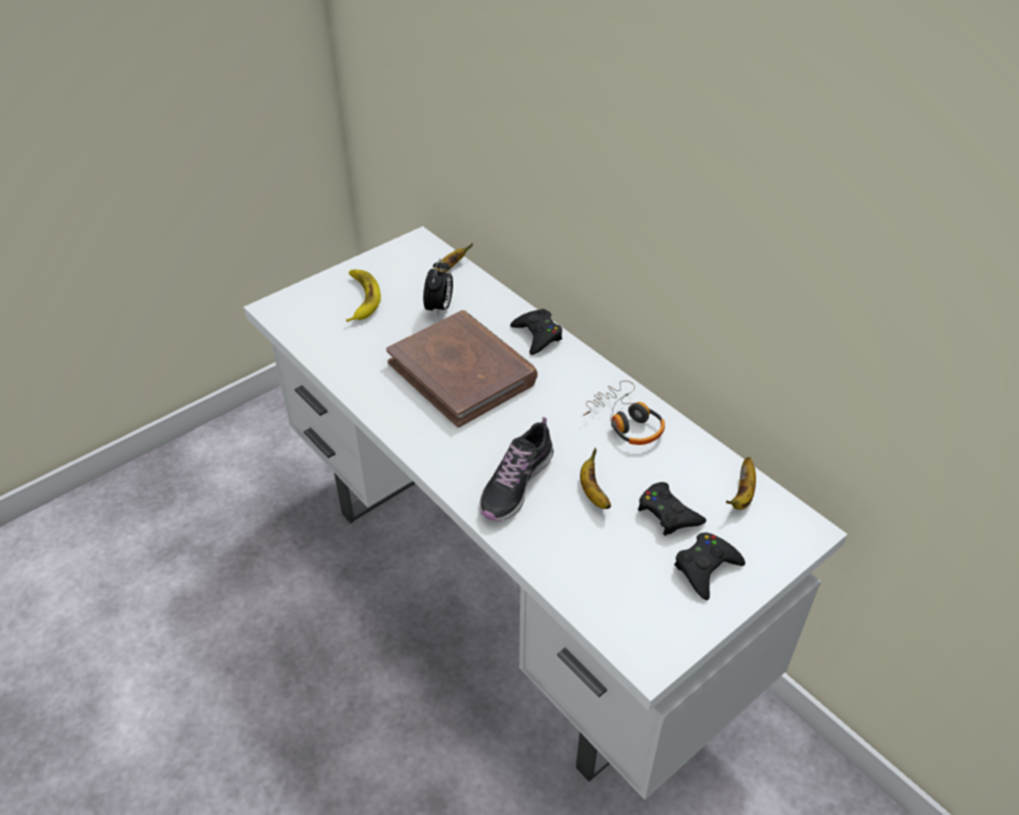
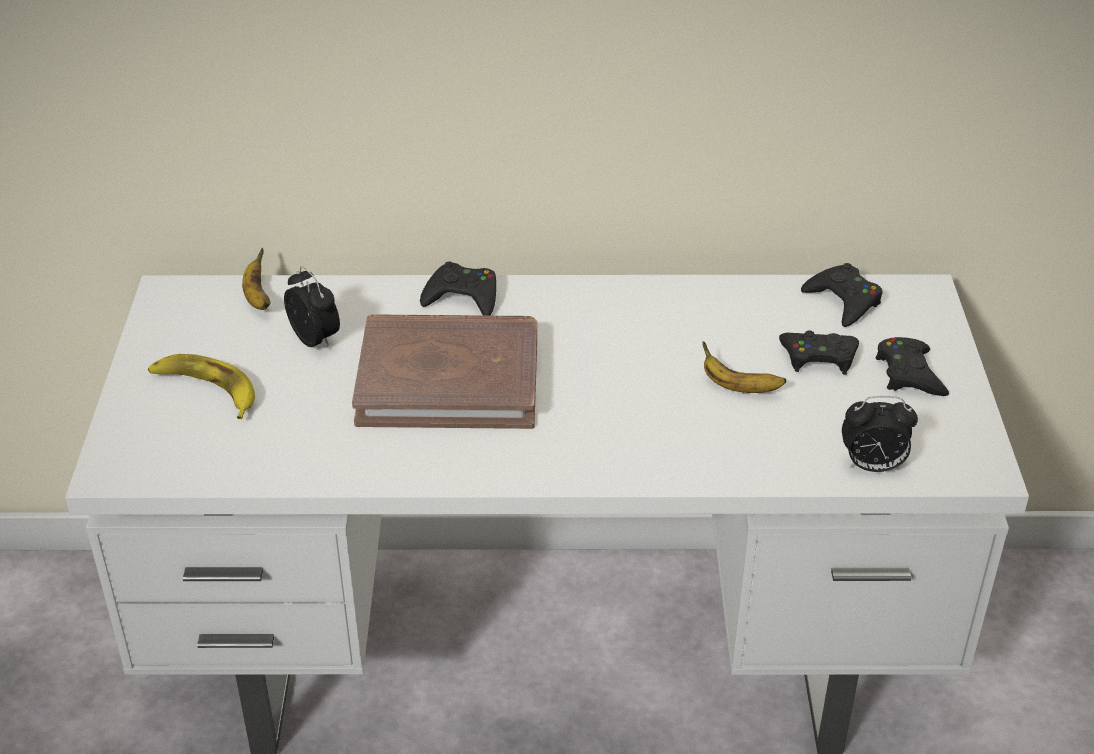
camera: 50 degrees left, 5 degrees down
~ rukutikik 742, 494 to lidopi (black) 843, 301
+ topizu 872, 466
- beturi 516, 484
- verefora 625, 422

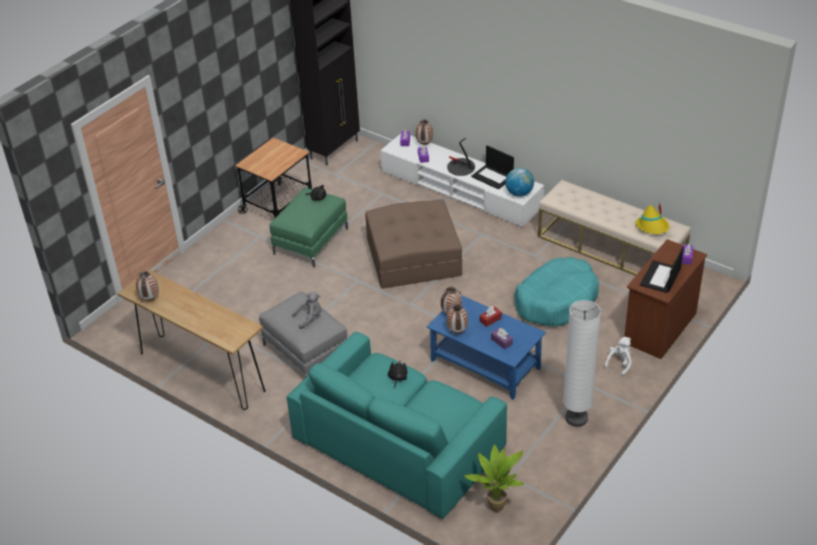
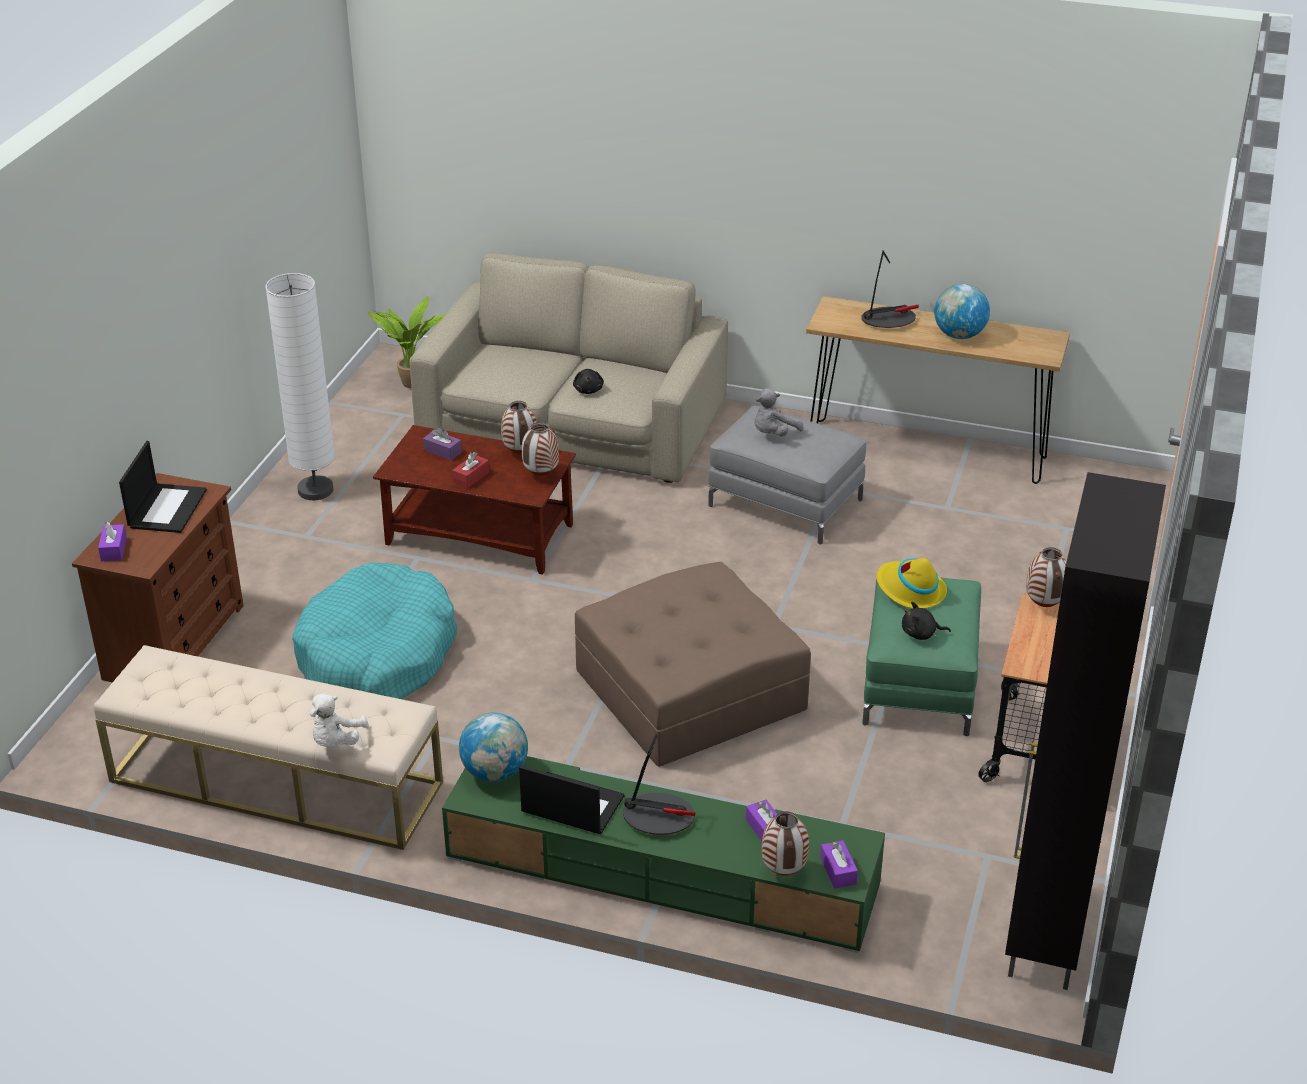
camera: 160 degrees right, 5 degrees down
~ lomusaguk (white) 619, 364 to 336, 741
~ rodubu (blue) 484, 364 to rodubu (brown) 481, 534
~ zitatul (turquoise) 399, 442 to zitatul (beige) 572, 423
~ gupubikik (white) 461, 190 to gupubikik (green) 660, 871
+ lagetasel 888, 320
~ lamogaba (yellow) 652, 227 to 910, 590
+ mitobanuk 959, 335
~ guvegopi 149, 299 to 1045, 605

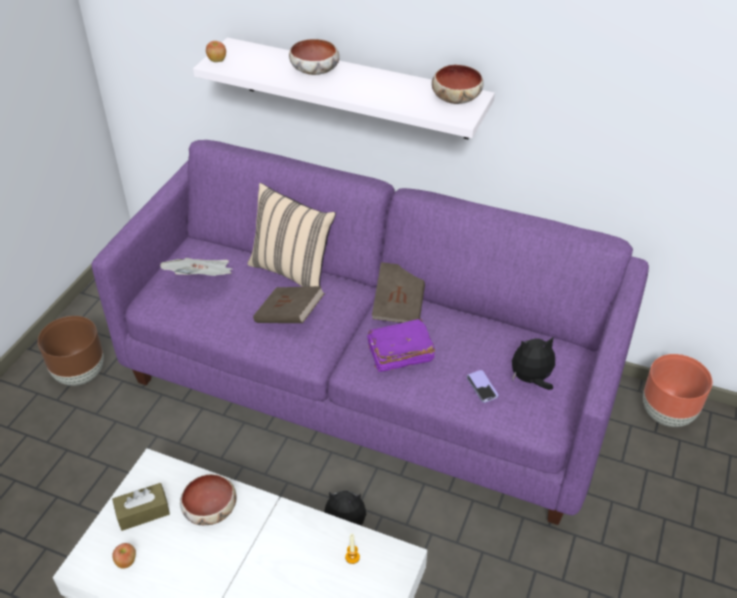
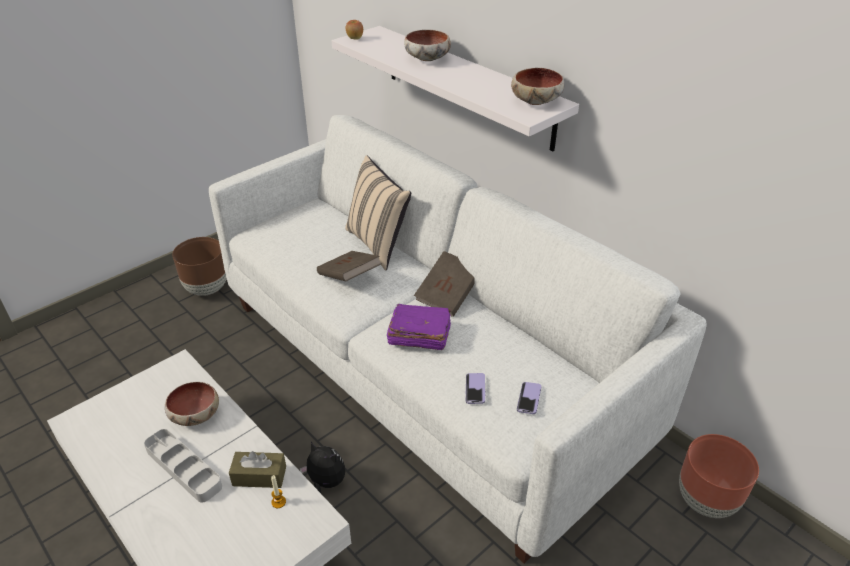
camera: 25 degrees right, 5 degrees down
+ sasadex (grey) 183, 468
~ zitatul (purple) 370, 381 to zitatul (white) 426, 368
~ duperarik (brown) 143, 512 to 259, 476
~ lomusaguk 531, 379 to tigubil 529, 399
- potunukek 126, 562
- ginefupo 202, 280

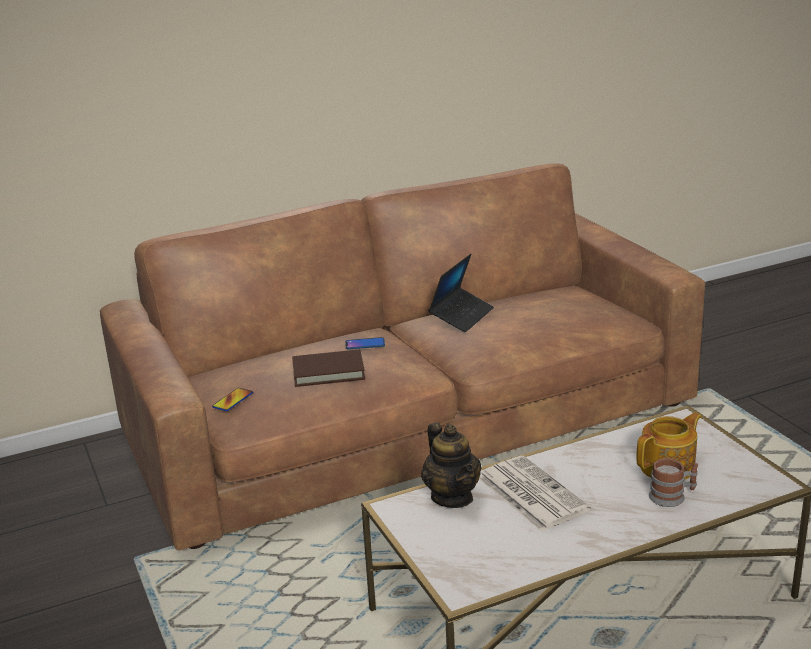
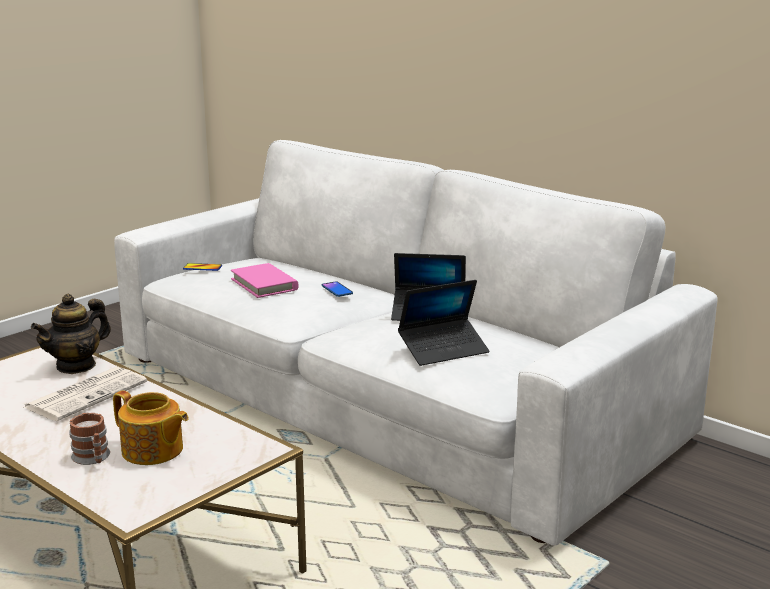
camera: 65 degrees right, 5 degrees down
~ zitatul (brown) 410, 420 to zitatul (white) 385, 398
~ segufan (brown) 328, 372 to segufan (pink) 264, 284
+ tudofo 443, 350

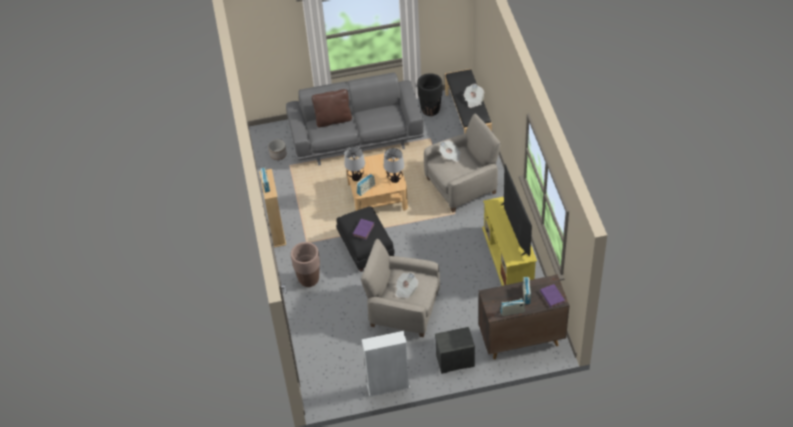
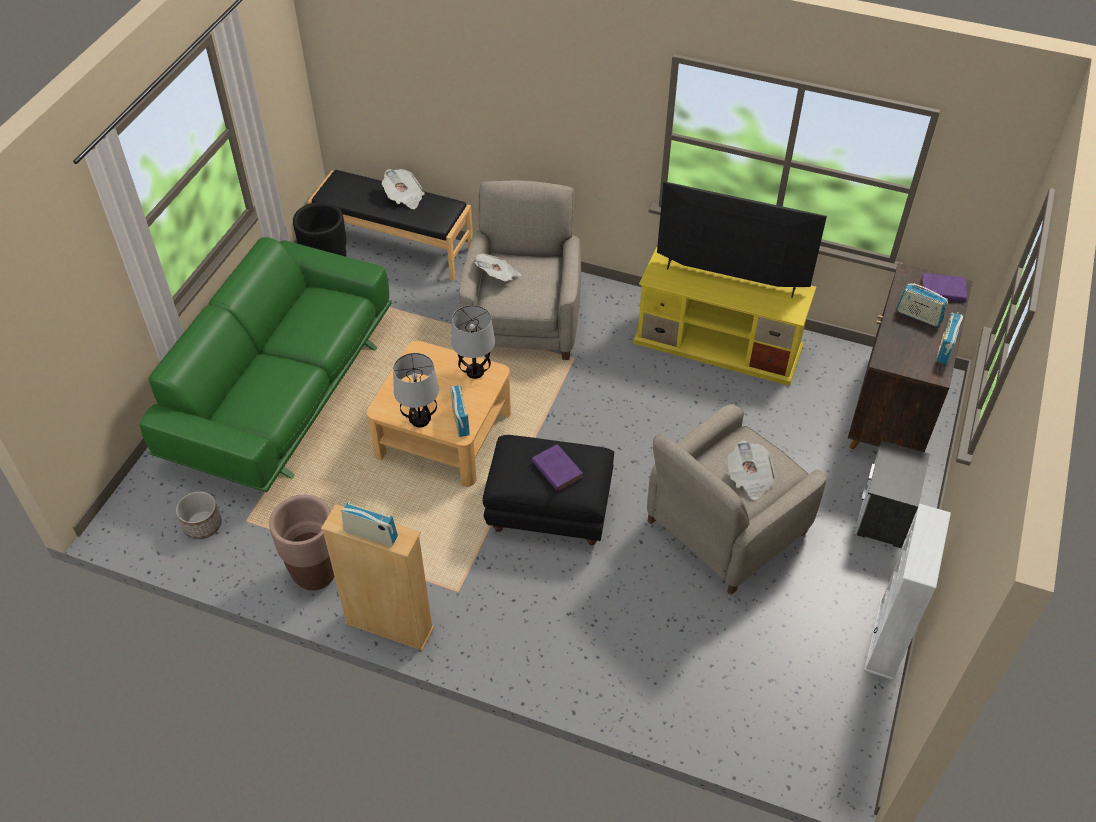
camera: 60 degrees left, 0 degrees up
~ zitatul (grey) 356, 136 to zitatul (green) 283, 393
~ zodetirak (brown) 308, 279 to 315, 573
- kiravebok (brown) 333, 120

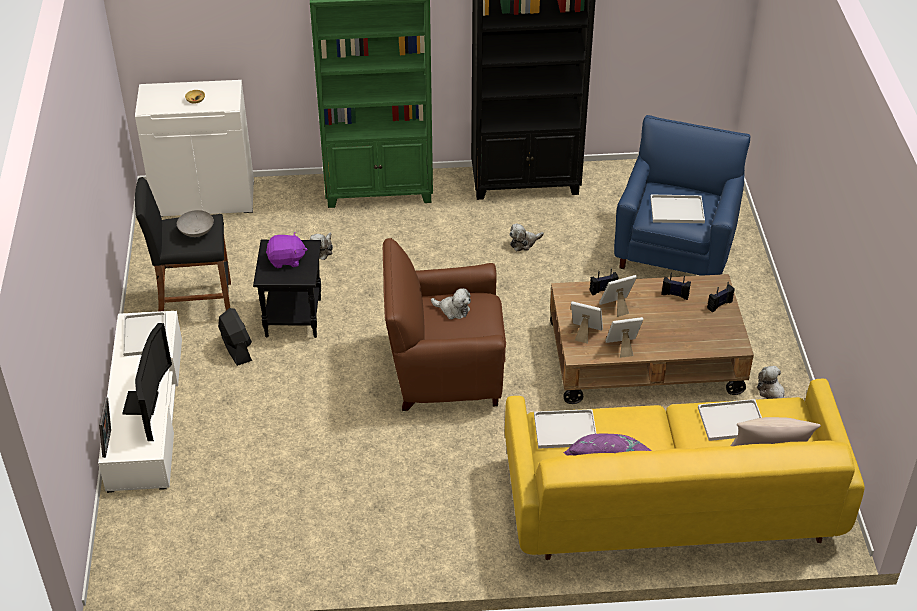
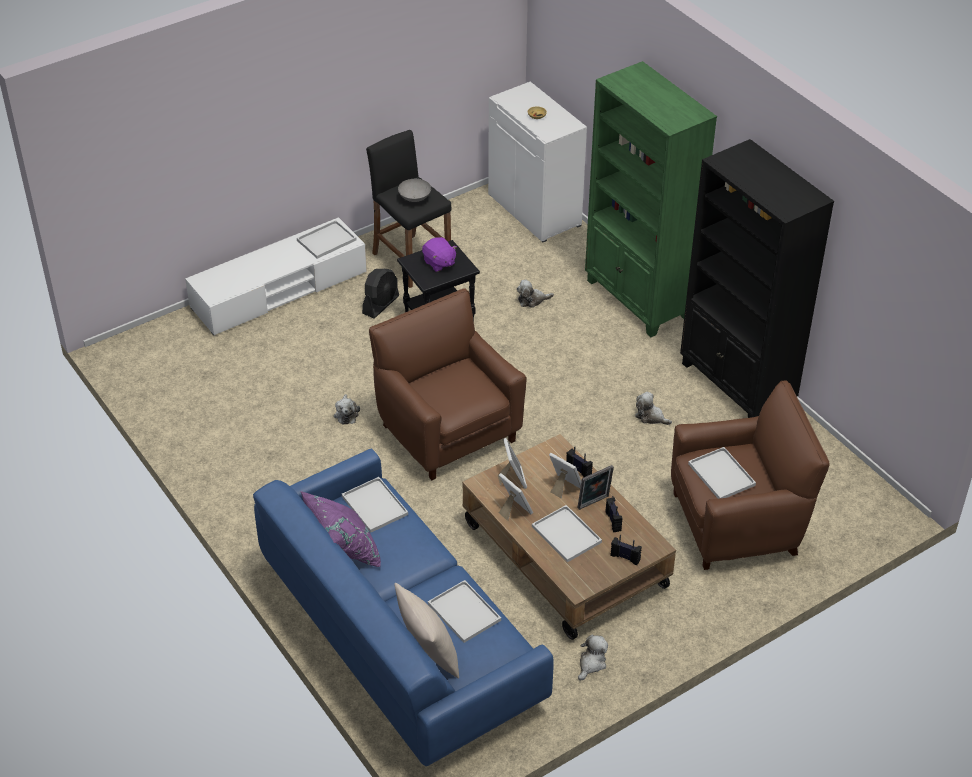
camera: 60 degrees right, 0 degrees up
~ zitatul (yellow) 671, 503 to zitatul (blue) 398, 636
~ lomusaguk 453, 310 to 346, 414
+ sasadex (white) 565, 534
~ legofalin 109, 443 to 594, 503
~ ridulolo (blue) 675, 248 to ridulolo (brown) 737, 523
- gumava 146, 404

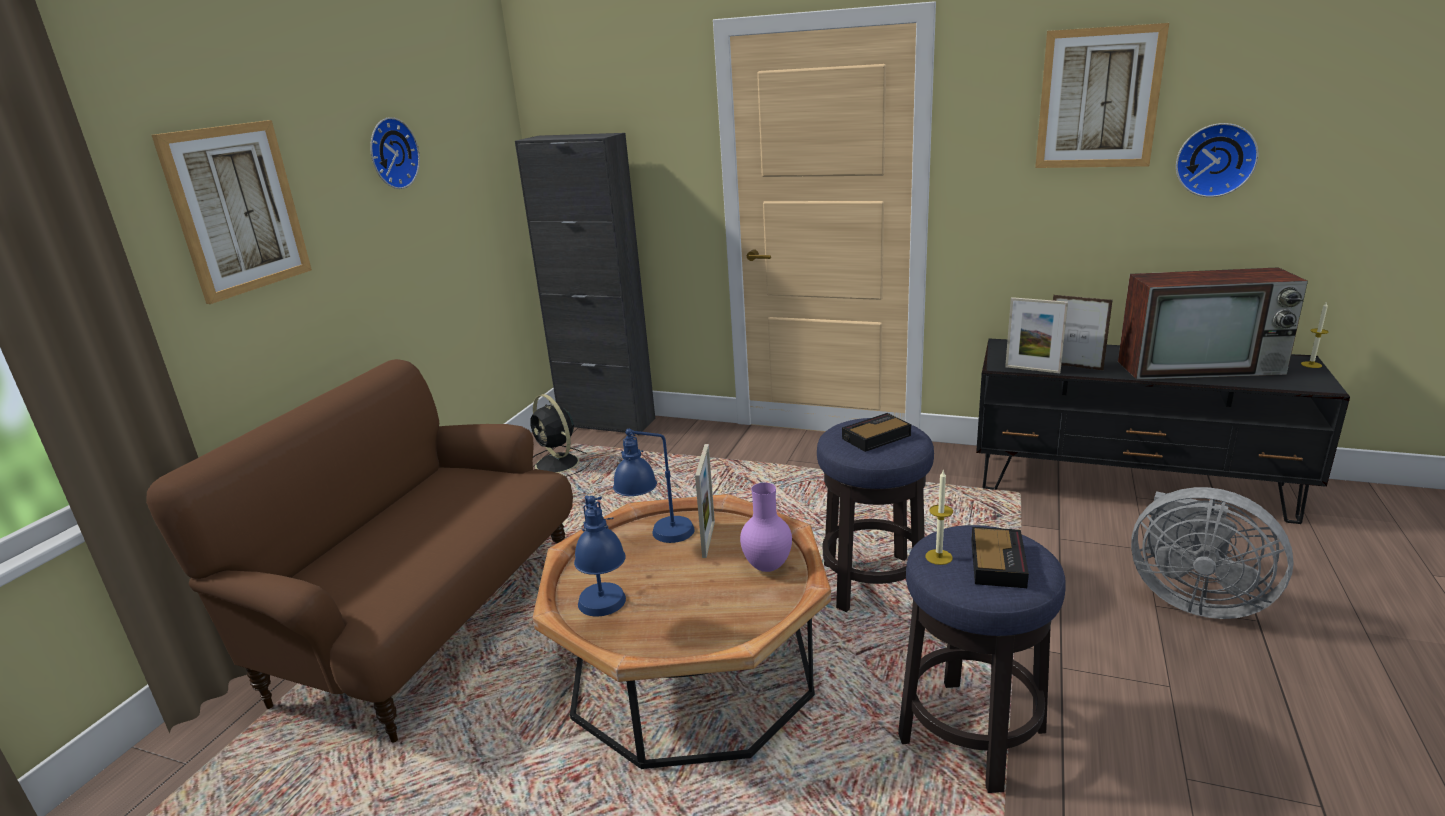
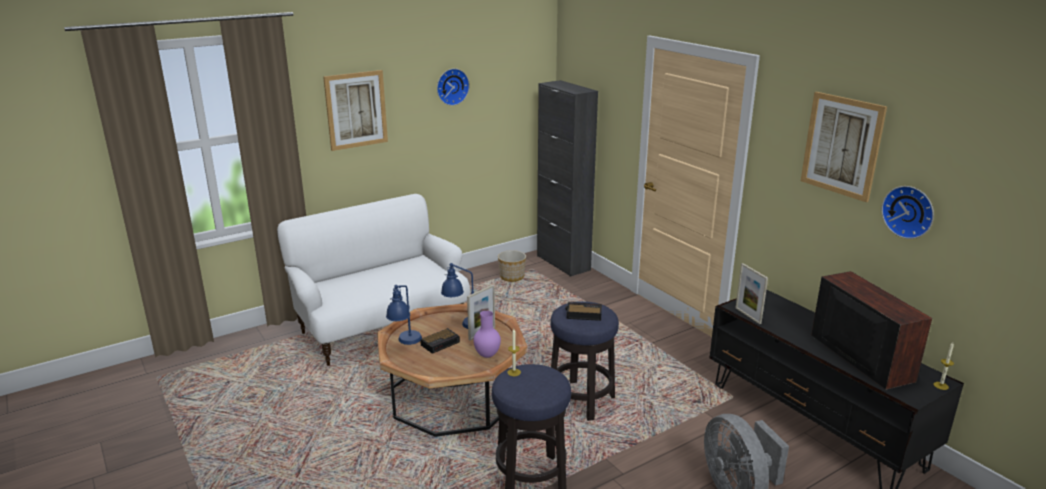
camera: 35 degrees right, 0 degrees up
~ zitatul (brown) 425, 623 to zitatul (white) 381, 327
~ topizu 997, 562 to 441, 343
~ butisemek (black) 558, 464 to zodetirak 512, 277
~ gumava 1202, 367 = 858, 356 150 degrees counterclockwise
- legofalin 1074, 367

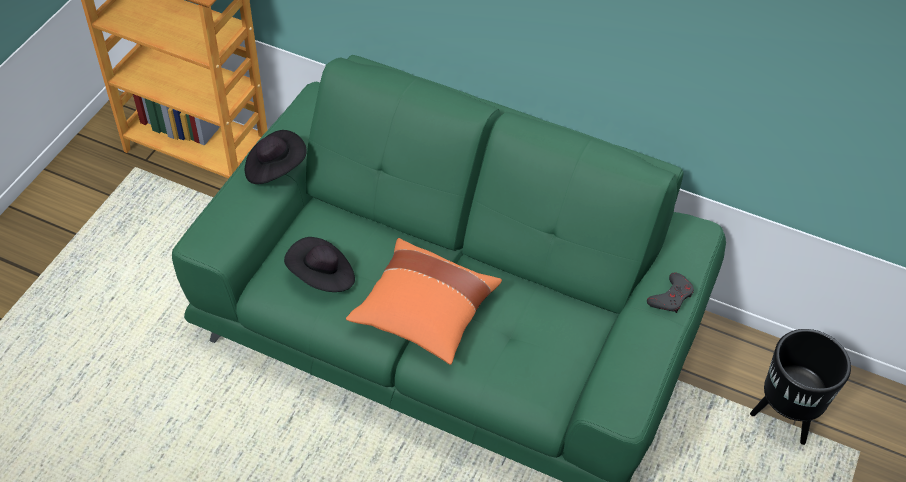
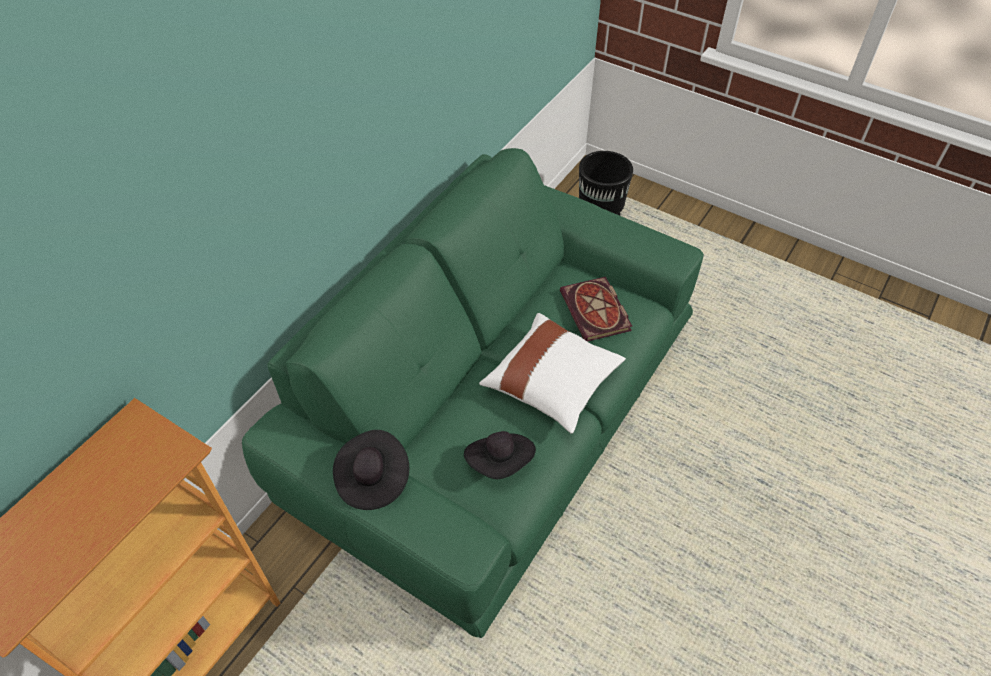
camera: 80 degrees left, 0 degrees up
~ kiravebok (orange) 424, 313 to kiravebok (white) 552, 383
+ segufan 597, 312
- lidopi (grey) 671, 297

